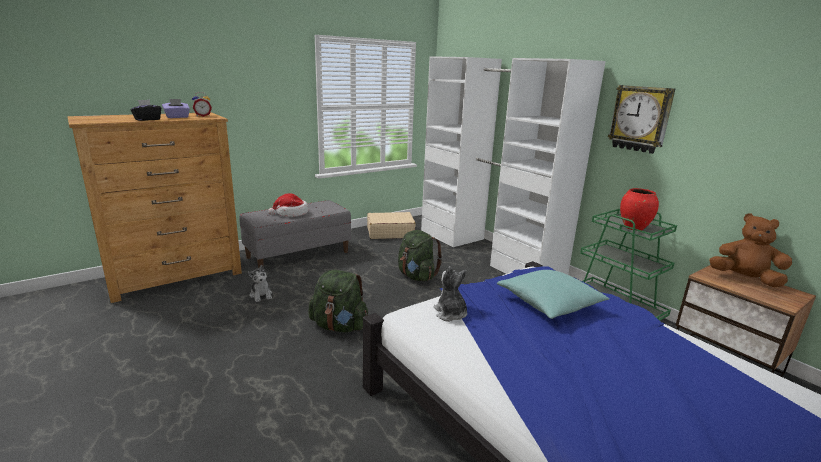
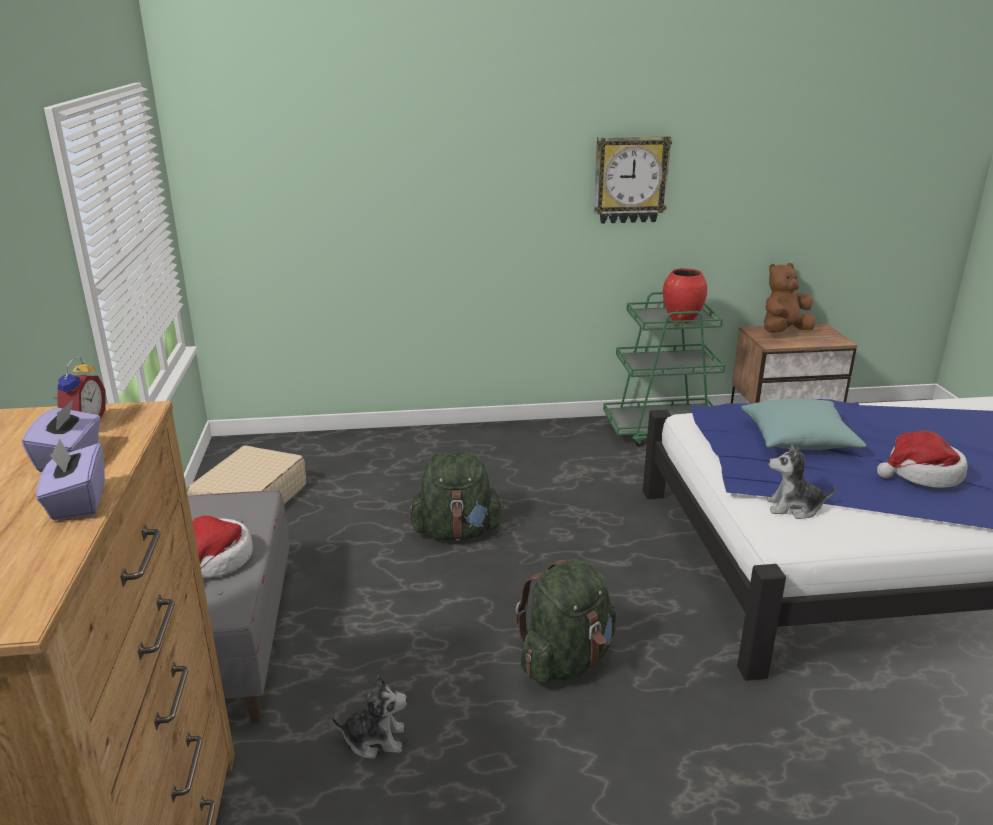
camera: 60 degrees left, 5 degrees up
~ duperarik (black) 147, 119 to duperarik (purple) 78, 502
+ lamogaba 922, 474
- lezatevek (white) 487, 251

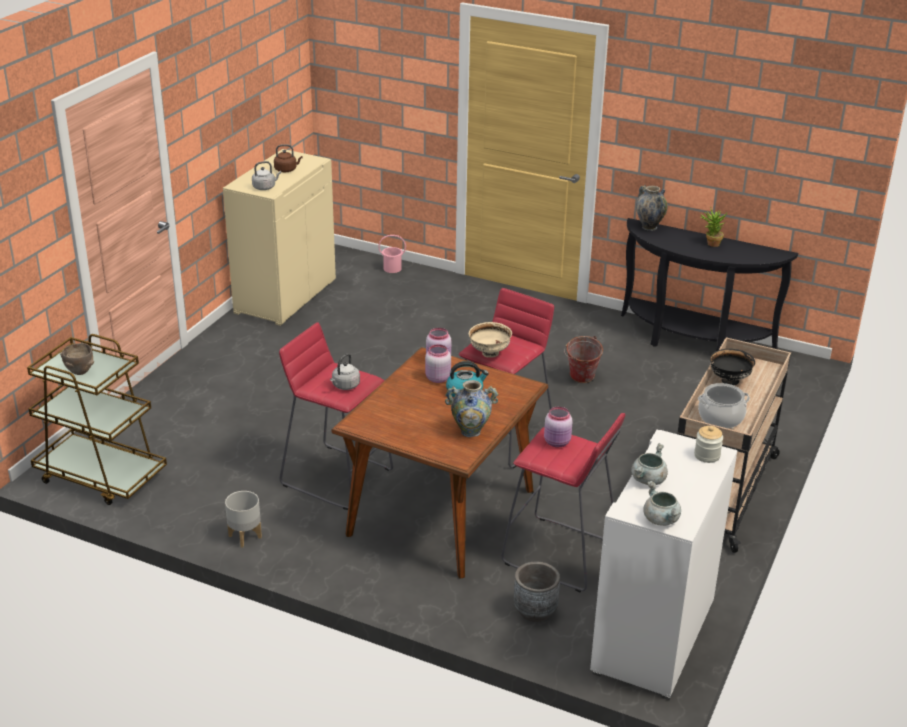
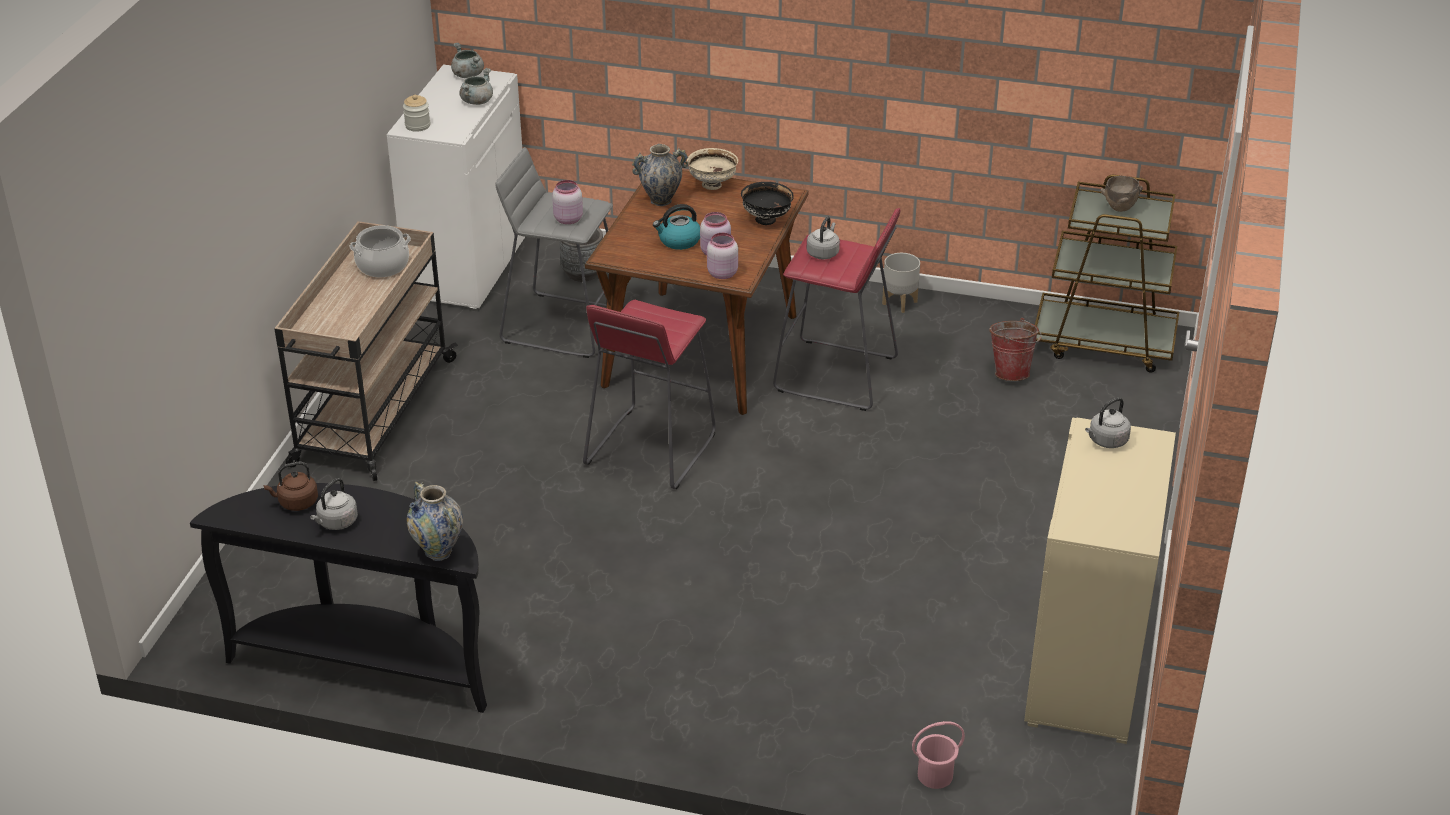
camera: 170 degrees right, 5 degrees up
~ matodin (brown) 287, 170 to 296, 503
~ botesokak 710, 244 to matodin (grey) 336, 523
~ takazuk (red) 560, 554 to takazuk (grey) 562, 324
~ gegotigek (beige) 489, 354 to 712, 184
~ gegotigek (black) 729, 381 to 766, 219
~ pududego 581, 380 to 1011, 372

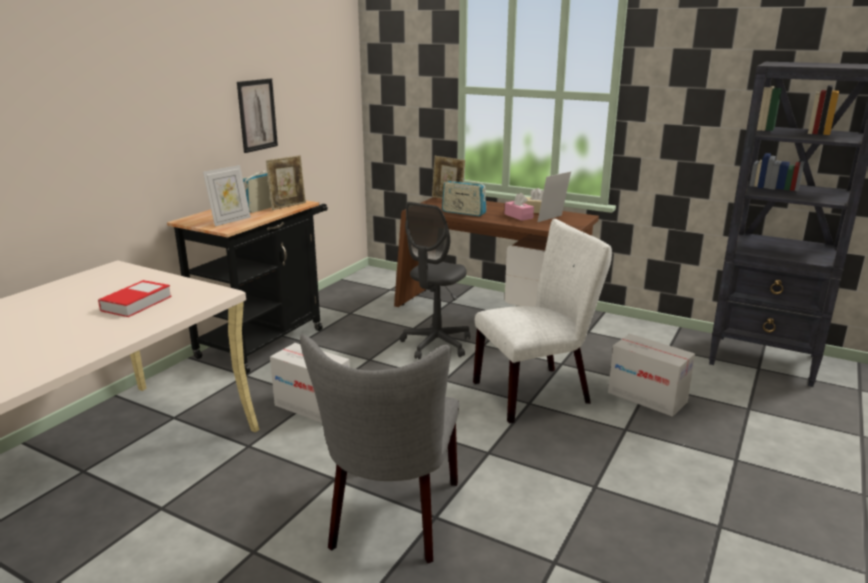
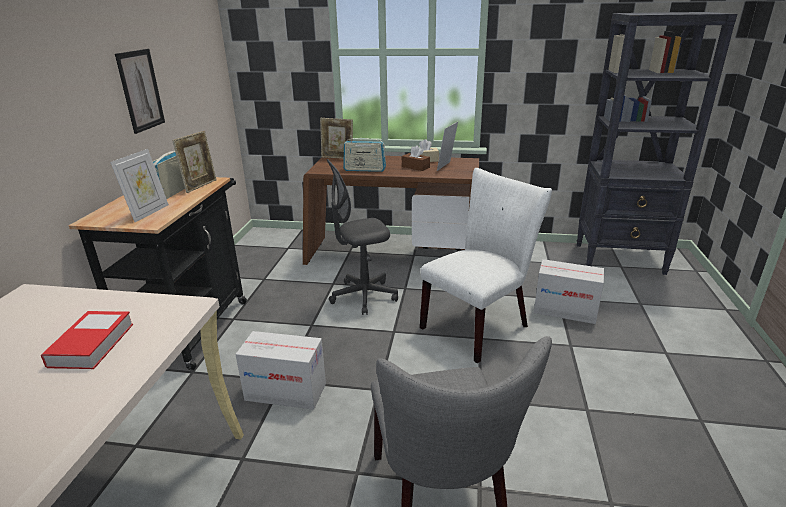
camera: 20 degrees left, 5 degrees up
~ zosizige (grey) 436, 345 = 364, 296 60 degrees clockwise
~ duperarik (pink) 518, 216 to duperarik (brown) 415, 167

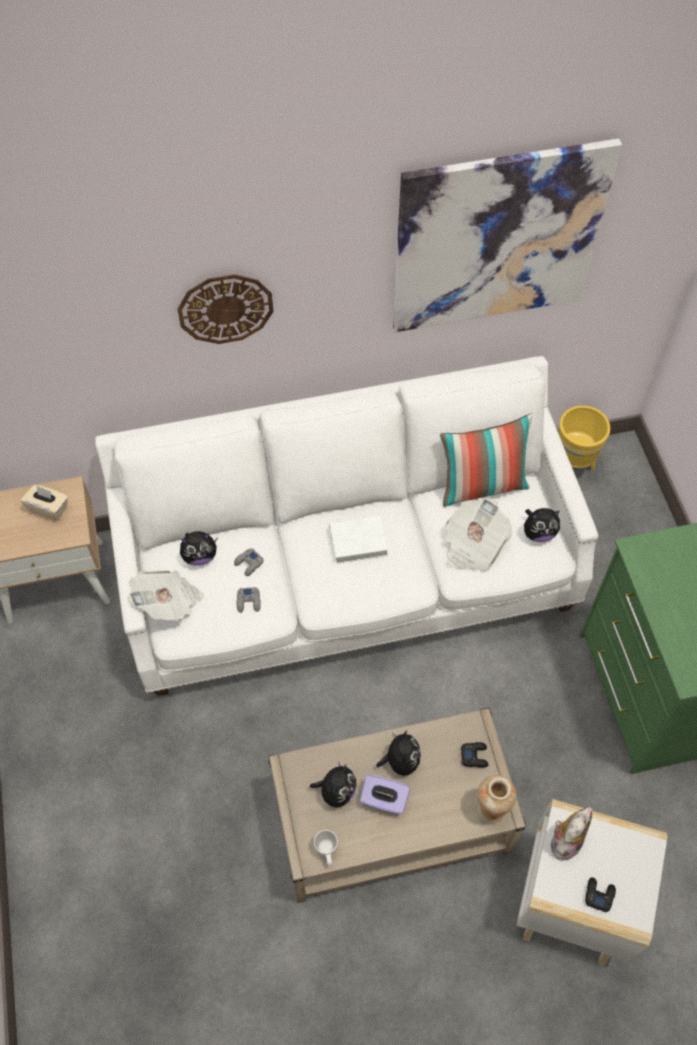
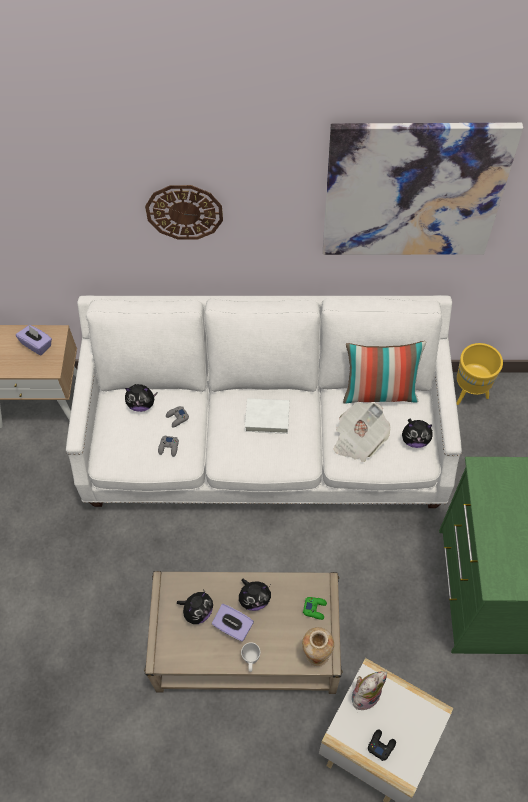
camera: 15 degrees right, 0 degrees up
~ duperarik (beige) 49, 508 to duperarik (purple) 37, 345
~ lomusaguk 400, 761 = 254, 599 60 degrees clockwise
~ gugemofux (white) 327, 852 to 251, 660
~ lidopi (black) 474, 756 to lidopi (green) 315, 608
- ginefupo 169, 602

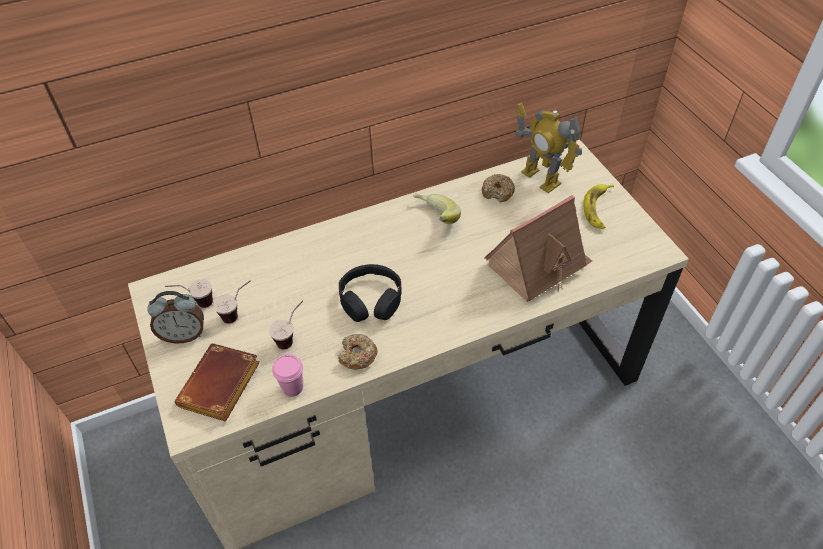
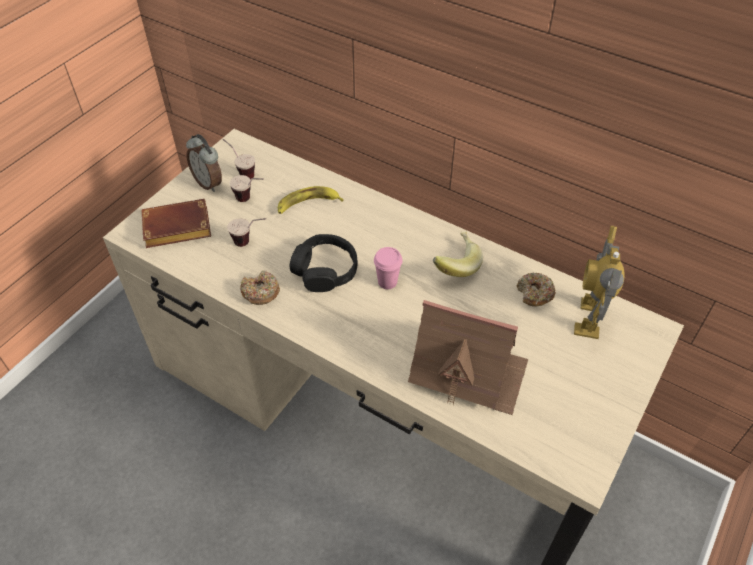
camera: 55 degrees right, 0 degrees up
~ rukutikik 598, 209 to 308, 204
~ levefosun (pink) 292, 387 to 387, 282

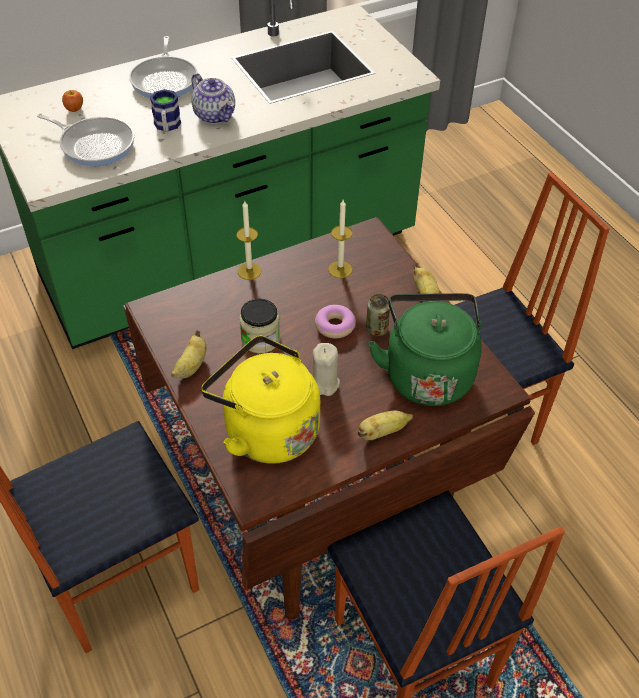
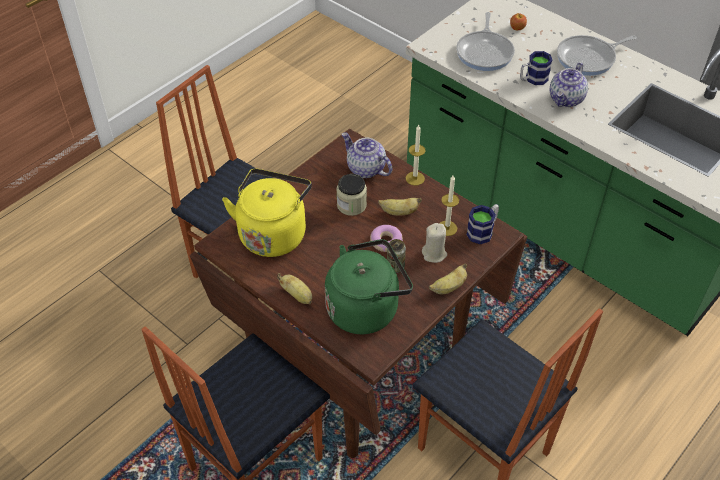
camera: 70 degrees right, 0 degrees up
+ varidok 365, 169
~ rukutikik 191, 366 to 399, 212
~ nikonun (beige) 323, 383 to 434, 254
+ gugemofux 483, 231

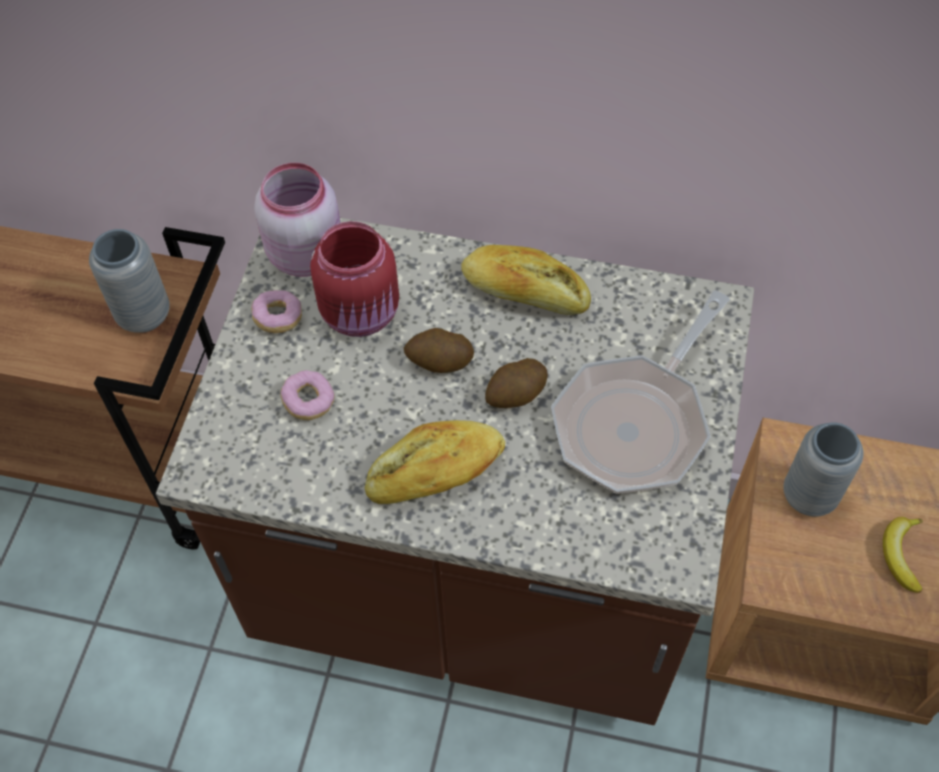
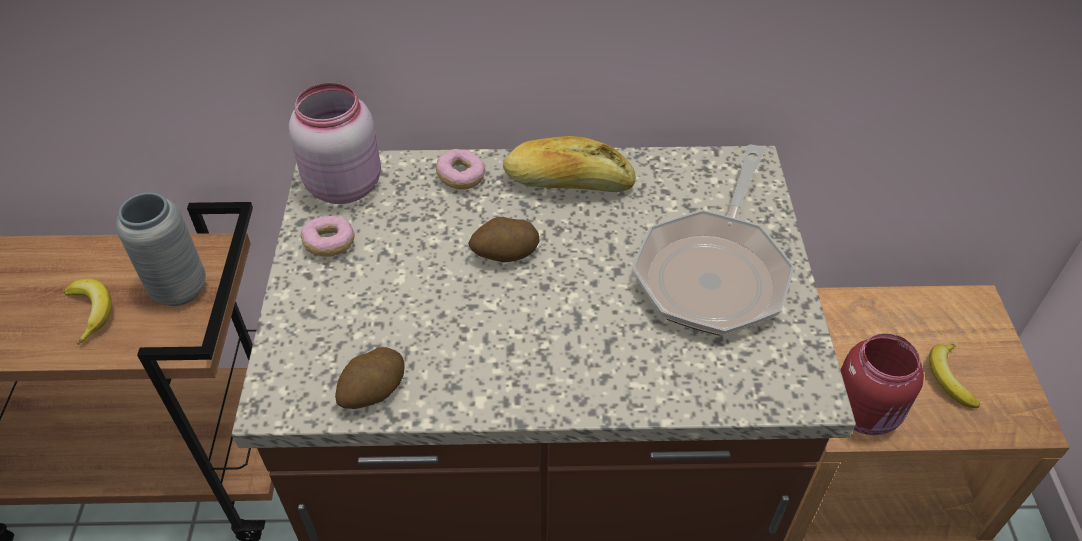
camera: 15 degrees left, 10 degrees down
+ rukutikik 92, 311
~ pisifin 516, 395 to 373, 392
~ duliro 309, 402 to 461, 177
~ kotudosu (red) 362, 313 to 866, 413
- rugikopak 436, 473
- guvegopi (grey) 809, 496

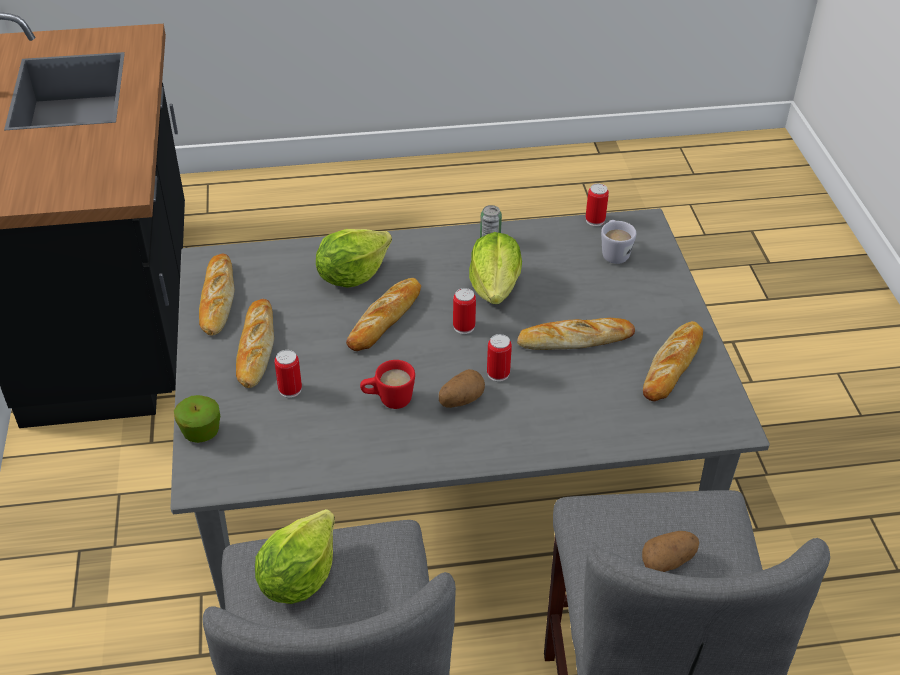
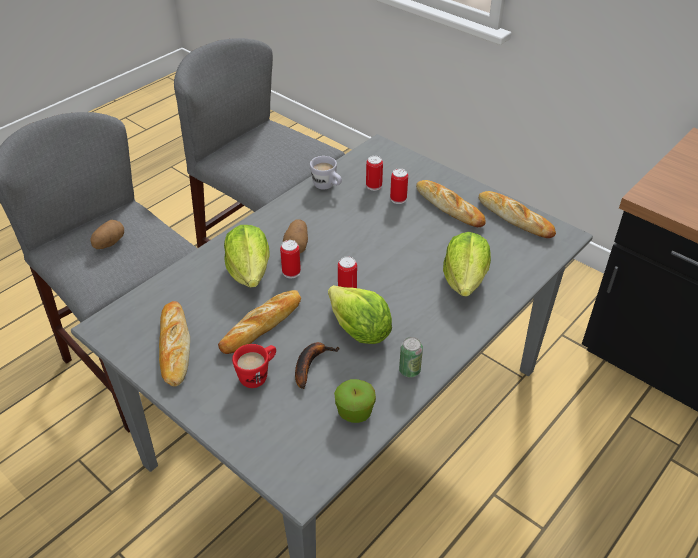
camera: 140 degrees right, 0 degrees up
~ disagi 298, 577 to 249, 272
~ gugemofux (red) 388, 400 to 258, 375
+ rukutikik 310, 364
~ gugemofux (white) 614, 253 to 327, 186
~ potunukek 201, 432 to 354, 412
~ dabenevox 595, 220 to 374, 186
- rugikopak 385, 318

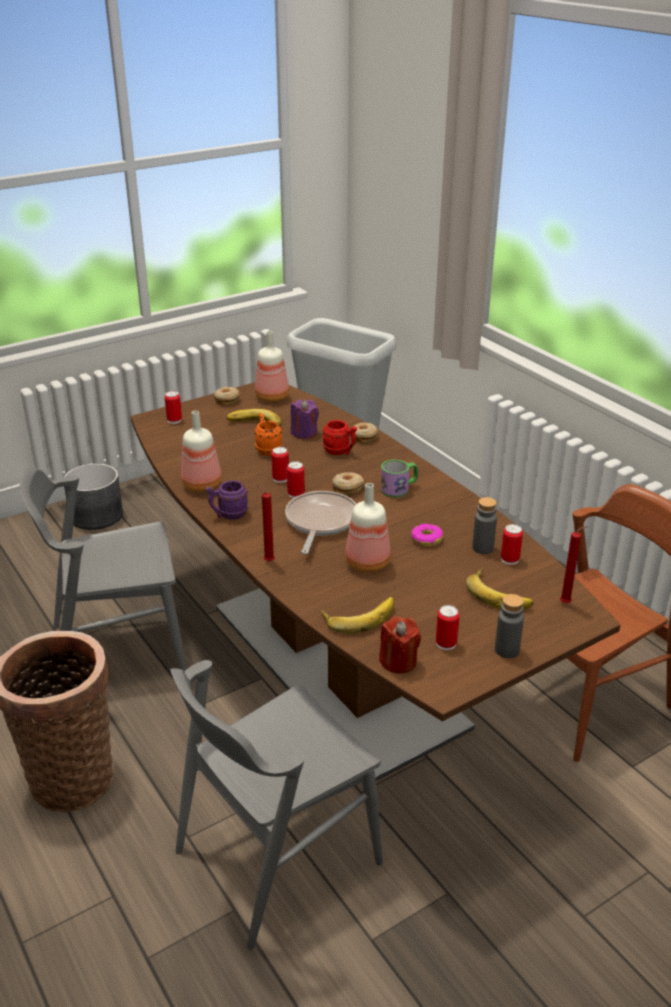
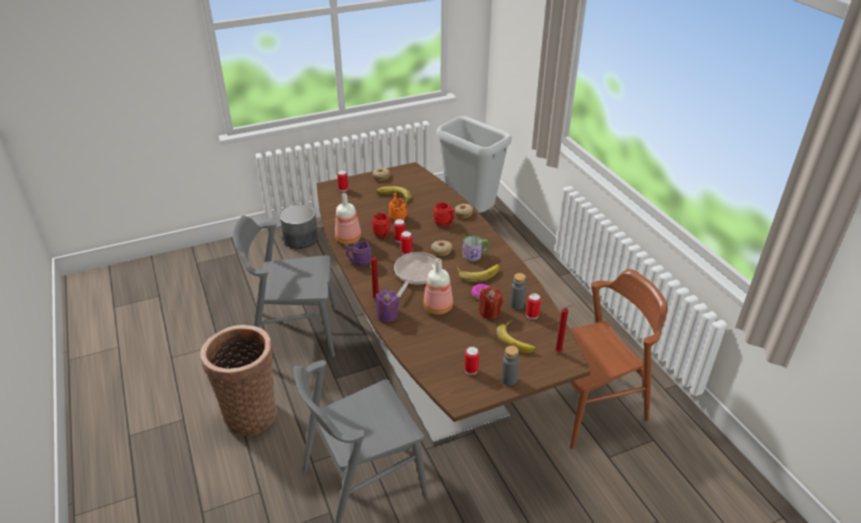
camera: 10 degrees right, 5 degrees up
+ gugemofux (red) 382, 235
~ nikonun (purple) 304, 433 to 387, 315
~ rukutikik 358, 616 to 478, 272
~ nikonun (red) 398, 661 to 489, 312
- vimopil 273, 397

